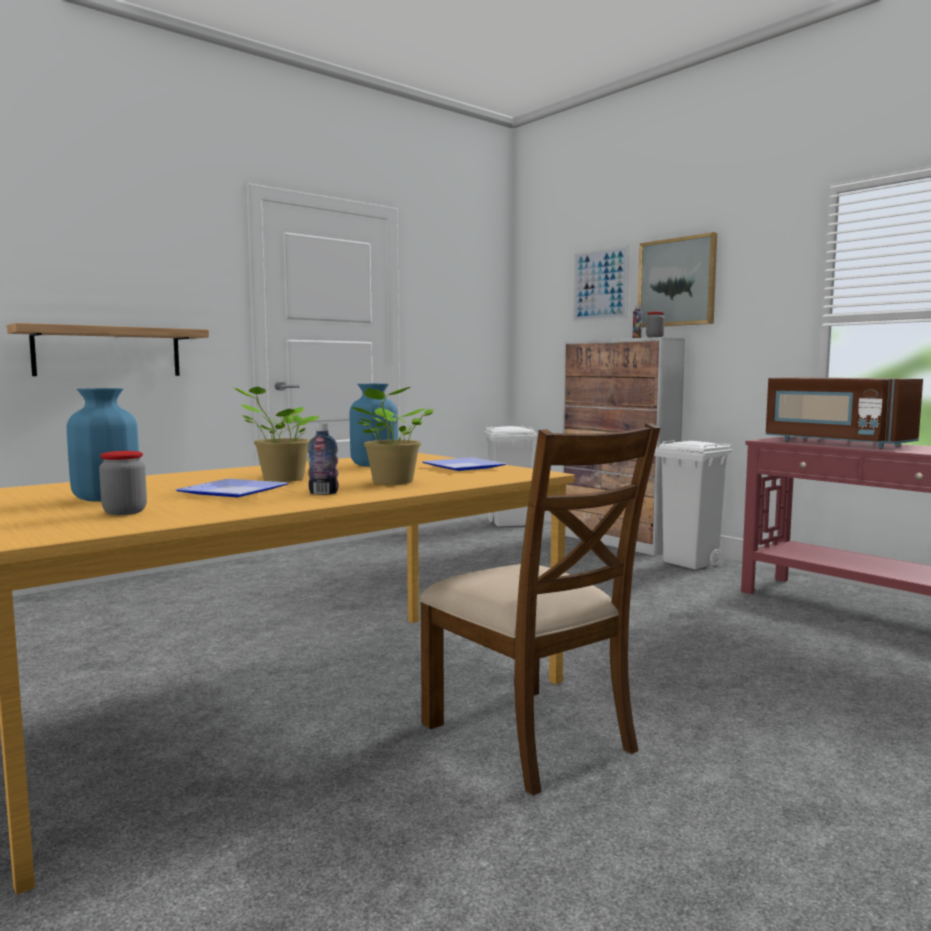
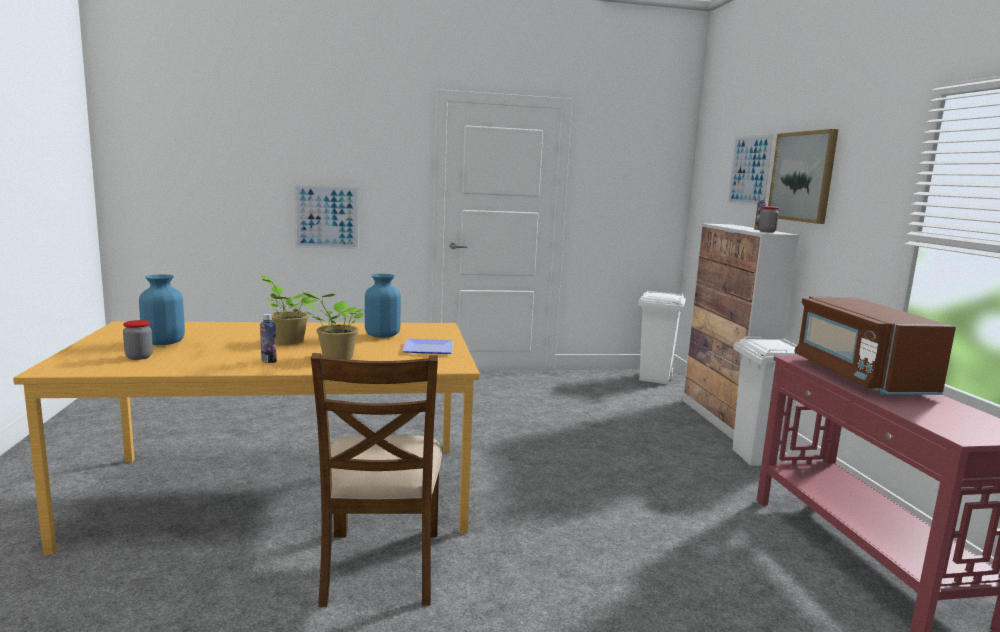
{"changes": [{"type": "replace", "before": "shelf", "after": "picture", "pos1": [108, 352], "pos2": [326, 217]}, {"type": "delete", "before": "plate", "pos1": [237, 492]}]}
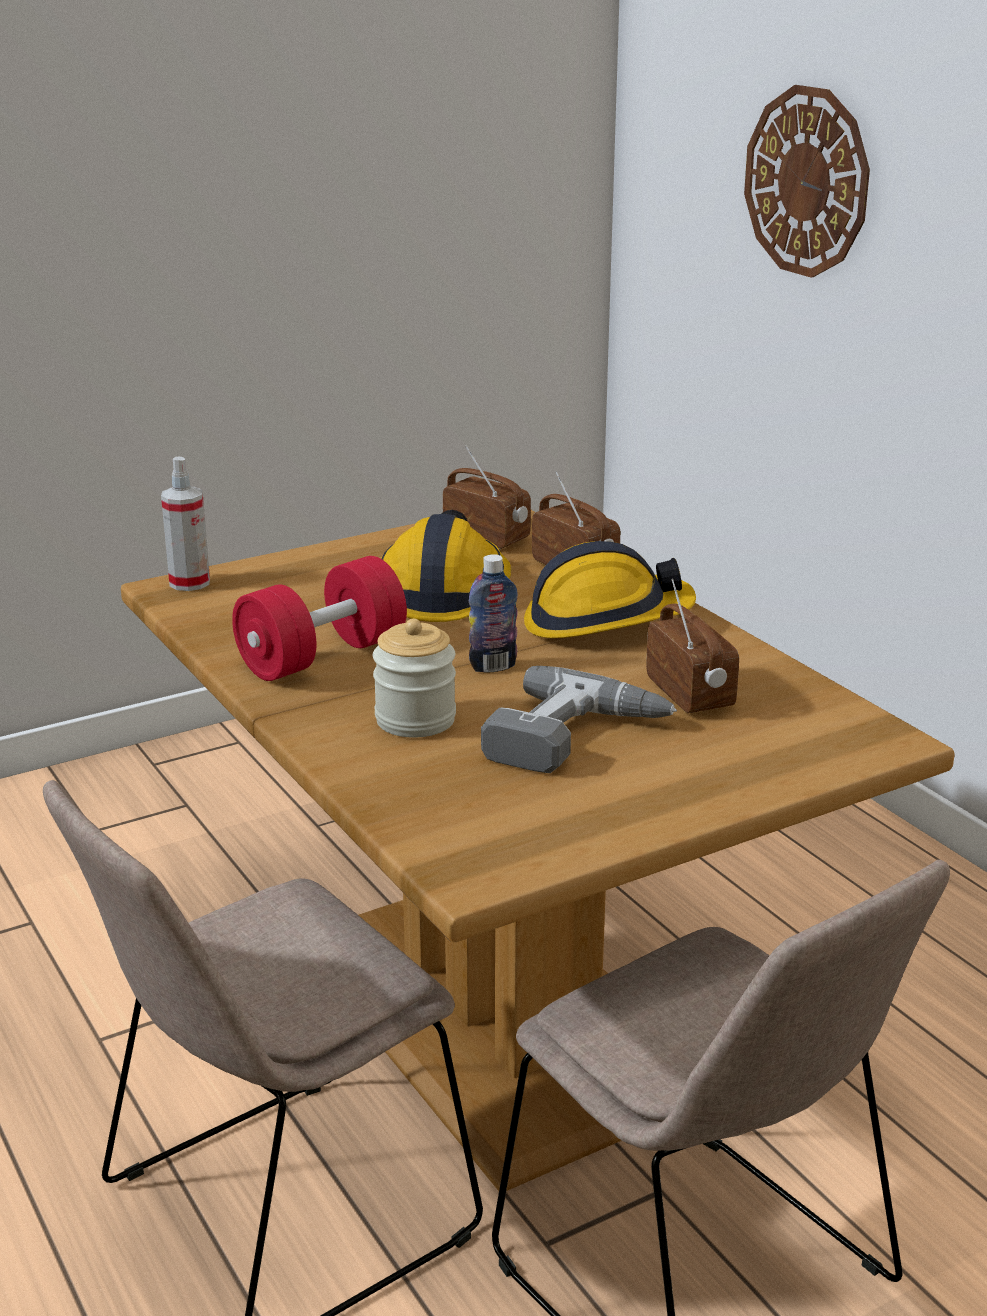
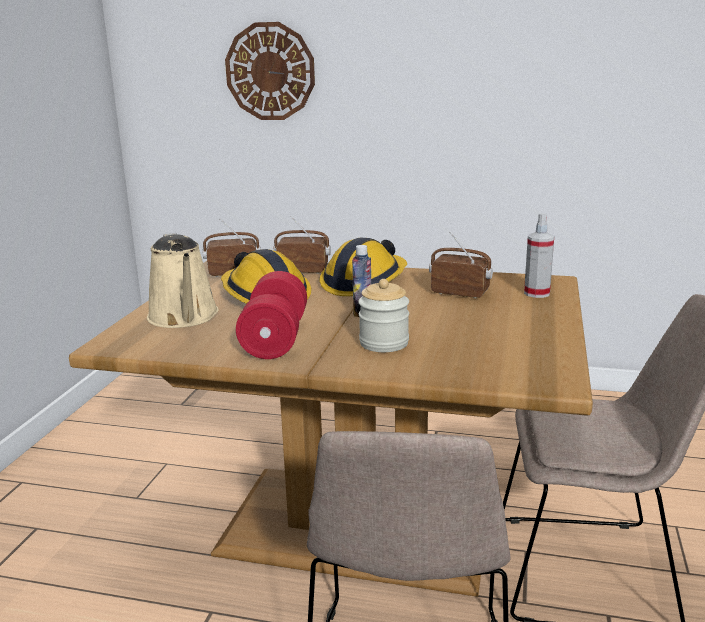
{"changes": [{"type": "insert", "after": "watering can in beige", "pos2": [184, 317]}, {"type": "move", "before": "spray bottle", "pos1": [189, 583], "pos2": [537, 293]}, {"type": "delete", "before": "power drill", "pos1": [576, 739]}]}
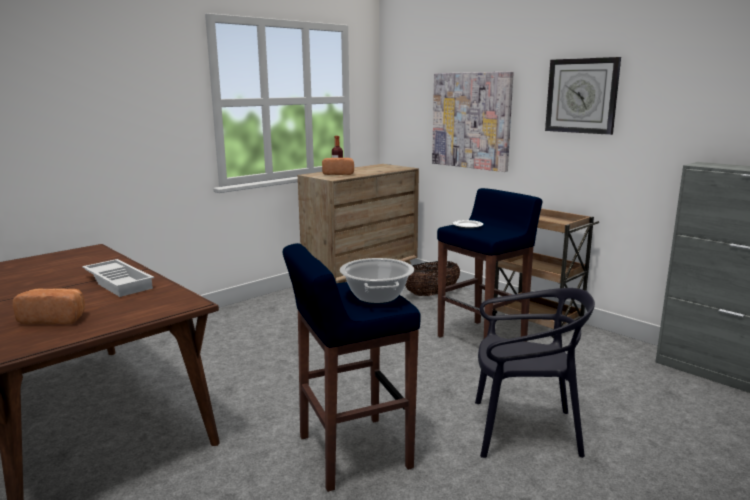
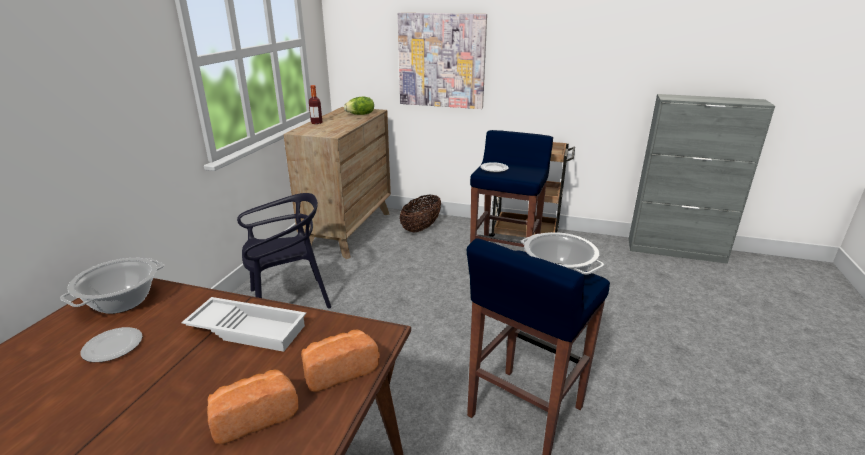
{"changes": [{"type": "insert", "after": "cooking pot", "pos2": [122, 302]}, {"type": "insert", "after": "plate", "pos2": [113, 347]}, {"type": "move", "before": "chair in black", "pos1": [523, 430], "pos2": [288, 301]}, {"type": "move", "before": "bread", "pos1": [338, 174], "pos2": [339, 370]}, {"type": "insert", "after": "lettuce", "pos2": [360, 114]}, {"type": "delete", "before": "wall clock", "pos1": [582, 96]}]}
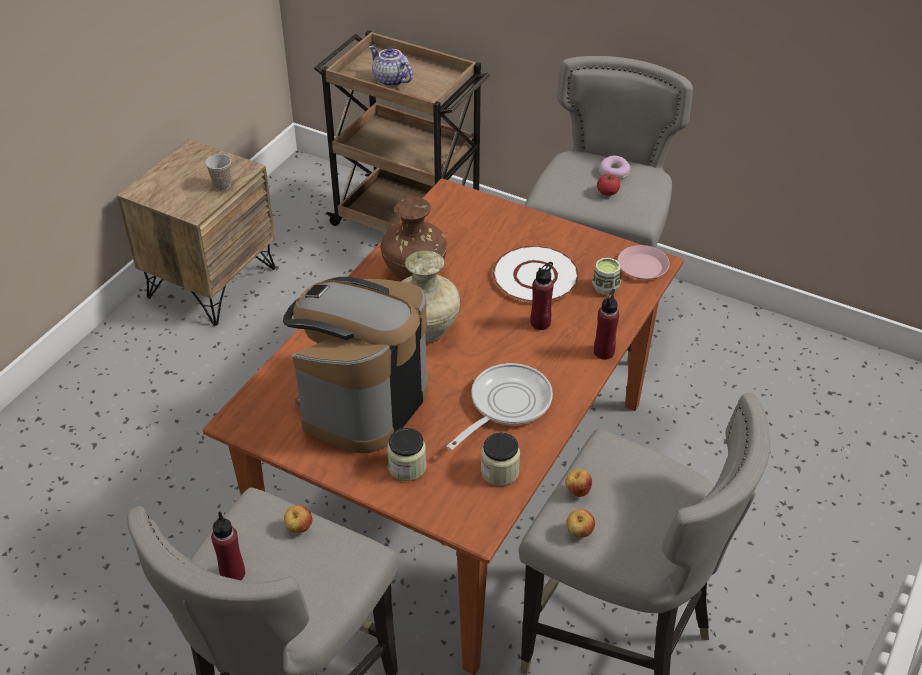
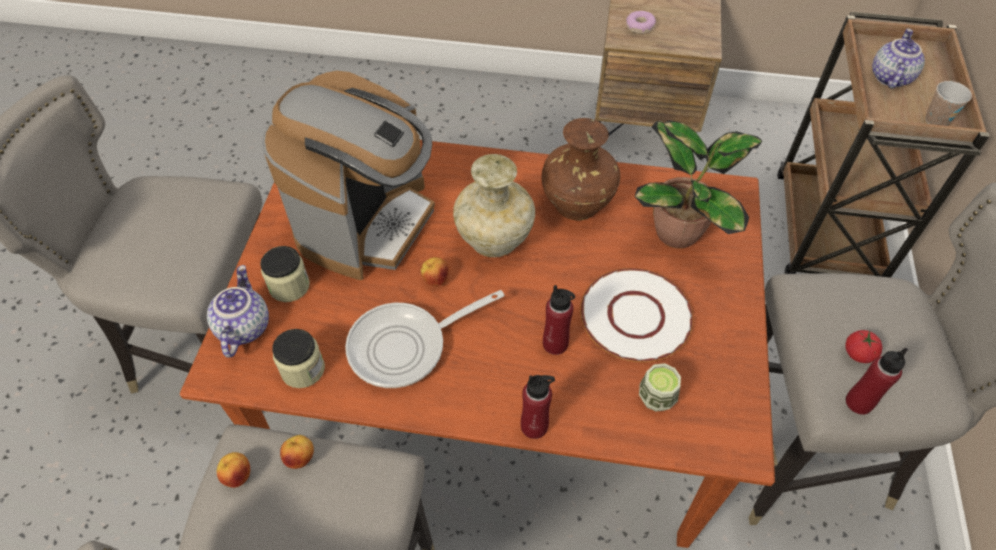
{"changes": [{"type": "insert", "after": "teapot", "pos2": [242, 327]}, {"type": "rotate", "before": "coffee machine", "pos1": [361, 402], "pos2": [367, 222], "turn": 105}, {"type": "rotate", "before": "frying pan", "pos1": [505, 405], "pos2": [406, 346], "turn": 135}, {"type": "move", "before": "apple", "pos1": [299, 528], "pos2": [435, 280]}, {"type": "move", "before": "donut", "pos1": [614, 172], "pos2": [639, 27]}, {"type": "insert", "after": "potted plant", "pos2": [680, 232]}, {"type": "move", "before": "bottle in red", "pos1": [232, 574], "pos2": [858, 402]}, {"type": "move", "before": "cup", "pos1": [222, 185], "pos2": [936, 121]}, {"type": "delete", "before": "plate in pink", "pos1": [642, 266]}]}
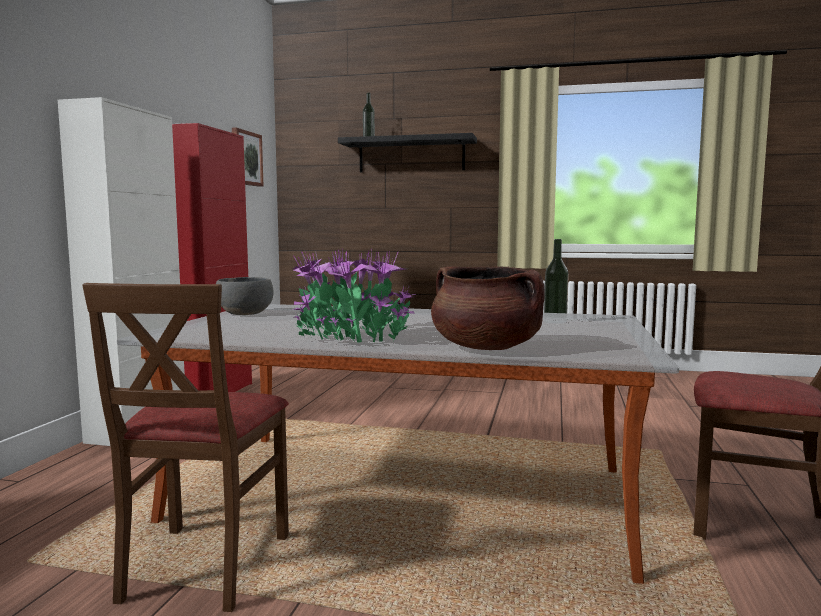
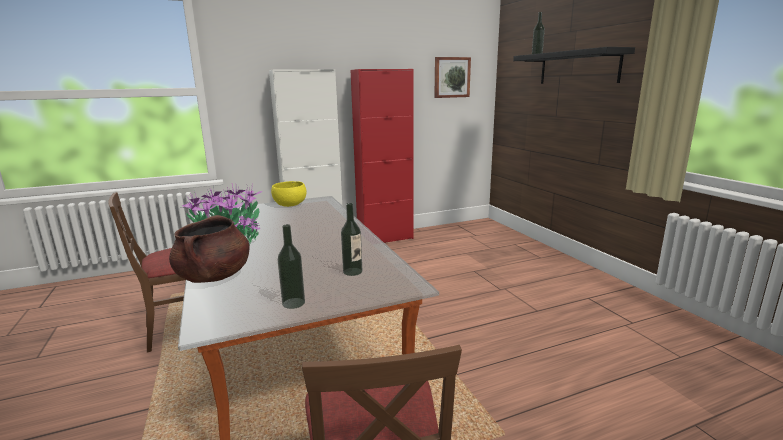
{"changes": [{"type": "recolor", "before": "bowl in grey", "after": "bowl in yellow", "pos1": [245, 313], "pos2": [290, 204]}, {"type": "insert", "after": "bottle", "pos2": [293, 303]}]}
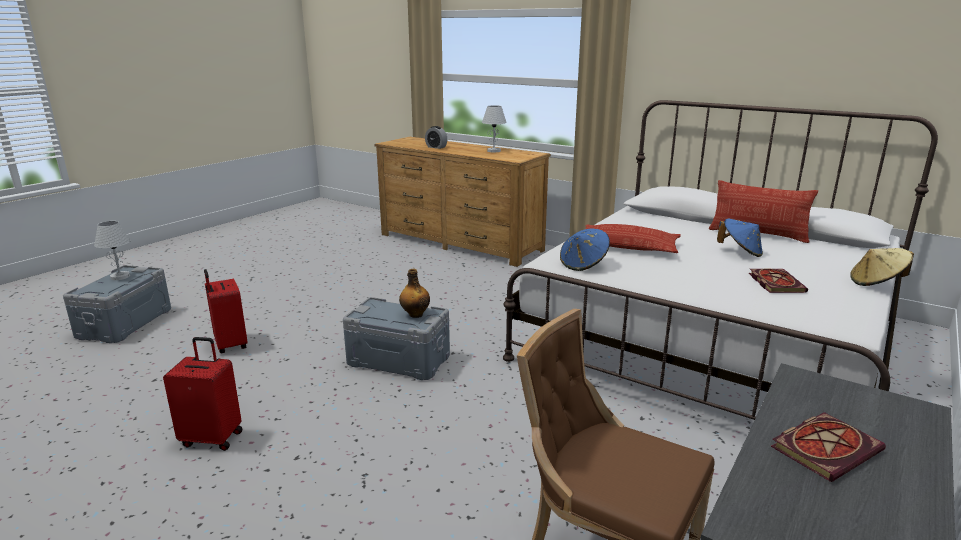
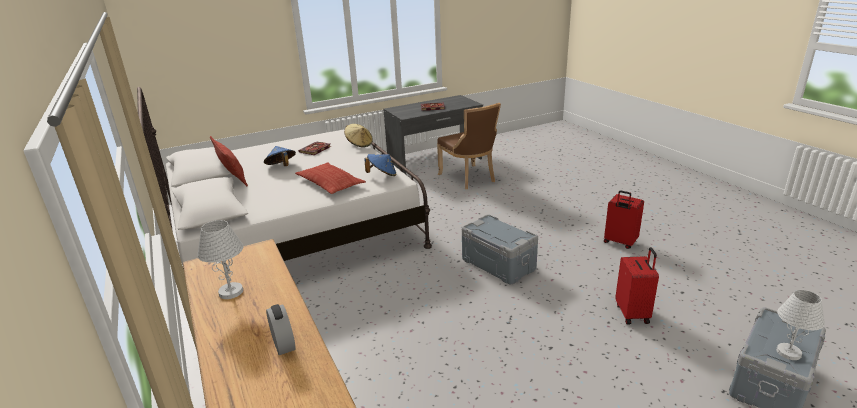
{"changes": [{"type": "move", "before": "hat in beige", "pos1": [876, 283], "pos2": [359, 144]}, {"type": "delete", "before": "bottle", "pos1": [415, 314]}]}
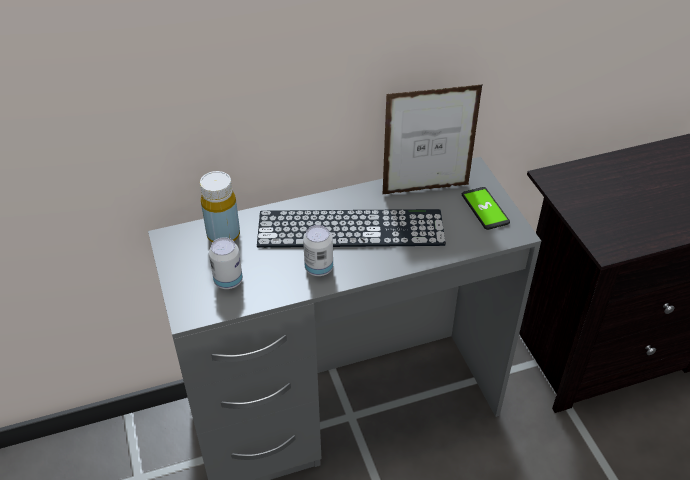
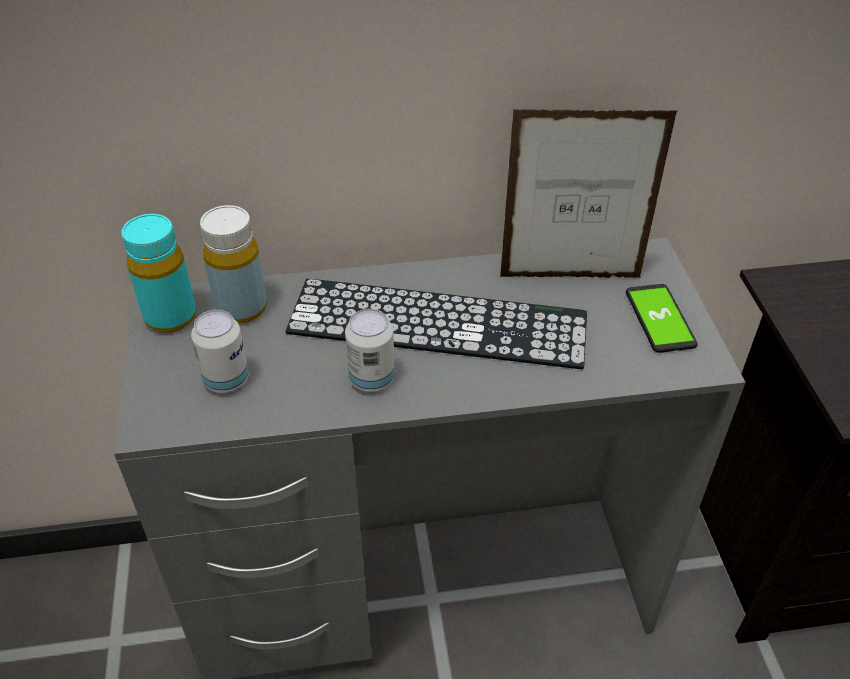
{"changes": [{"type": "insert", "after": "bottle in turquoise", "pos2": [170, 317]}]}
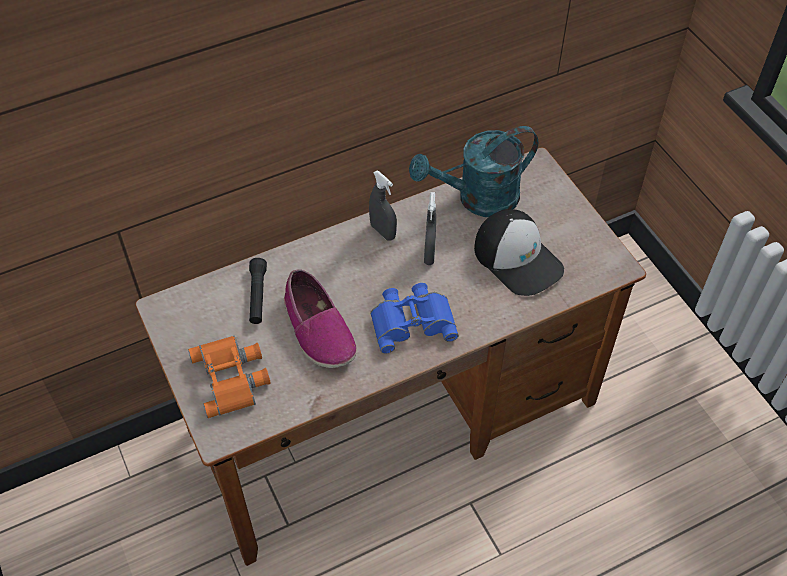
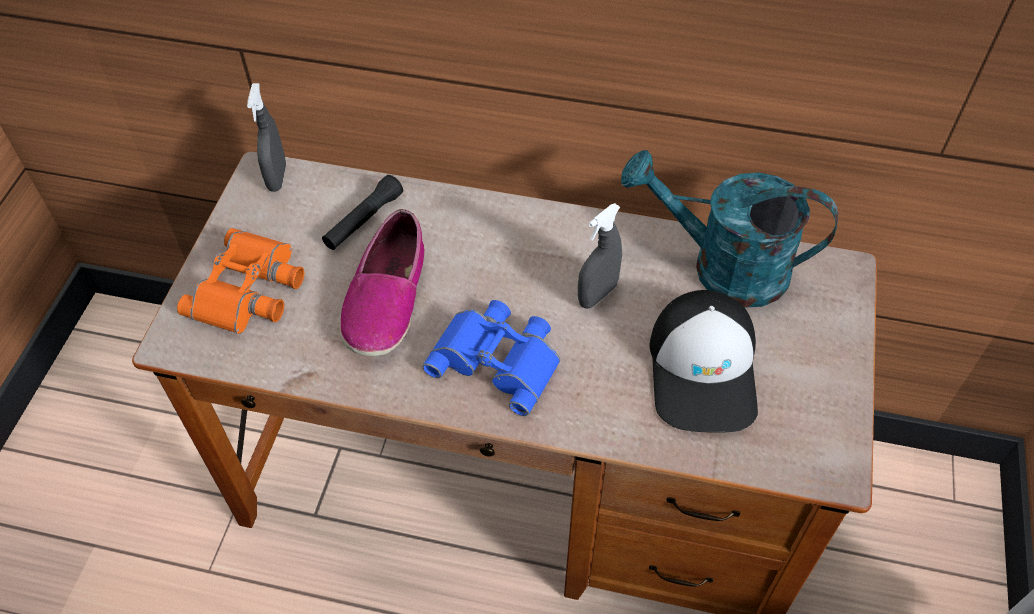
{"changes": [{"type": "move", "before": "spray bottle in grey", "pos1": [383, 231], "pos2": [277, 177]}]}
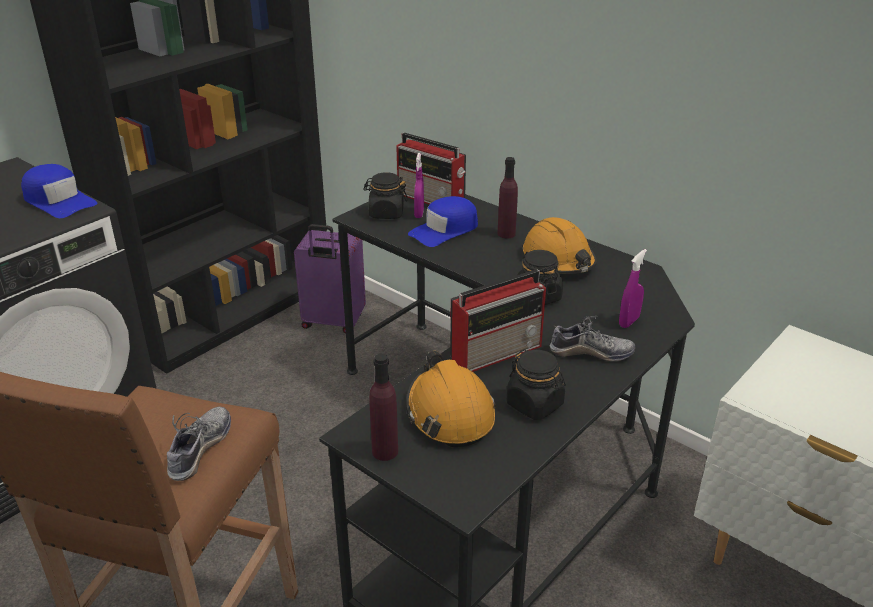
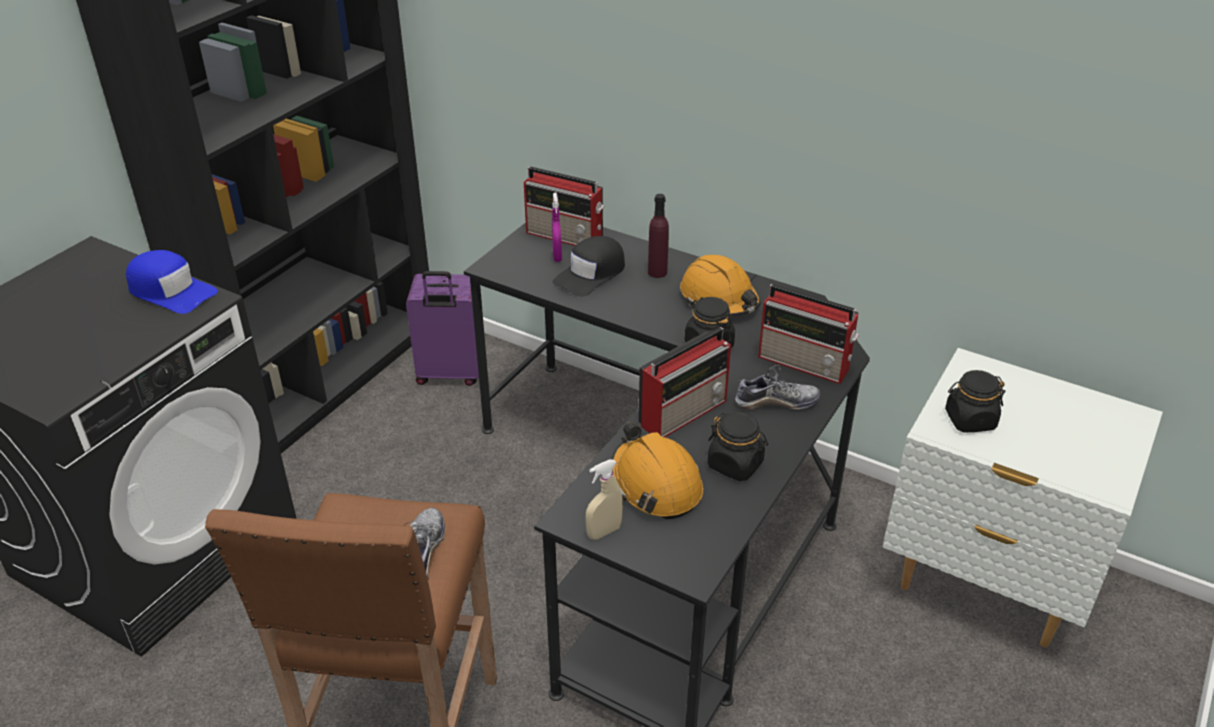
{"changes": [{"type": "recolor", "before": "cap in blue", "after": "cap in black", "pos1": [445, 230], "pos2": [591, 274]}, {"type": "replace", "before": "bottle in purple", "after": "spray bottle in beige", "pos1": [385, 451], "pos2": [604, 532]}, {"type": "replace", "before": "spray bottle in purple", "after": "radio", "pos1": [629, 321], "pos2": [806, 363]}, {"type": "move", "before": "jar in black", "pos1": [386, 213], "pos2": [969, 420]}]}
